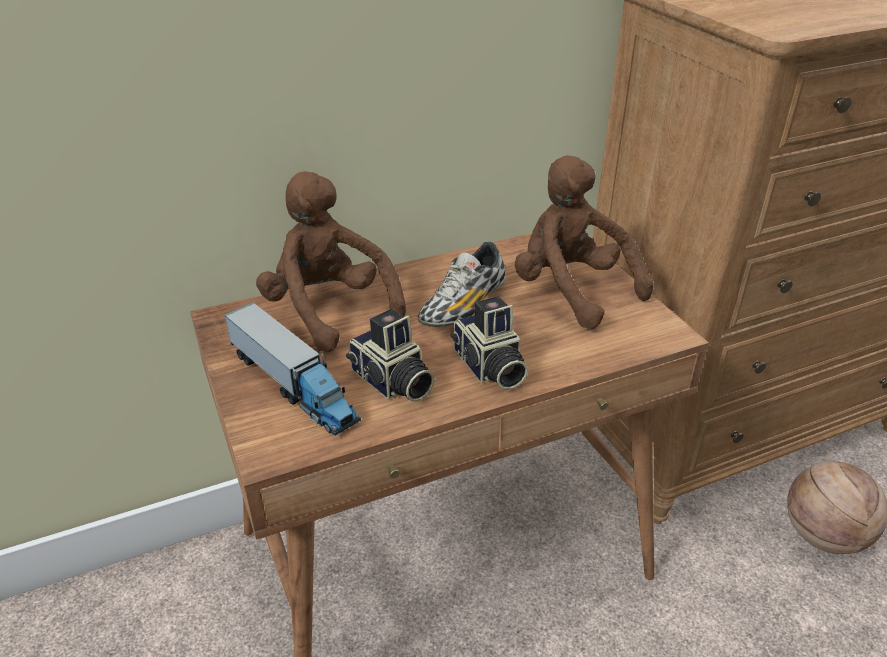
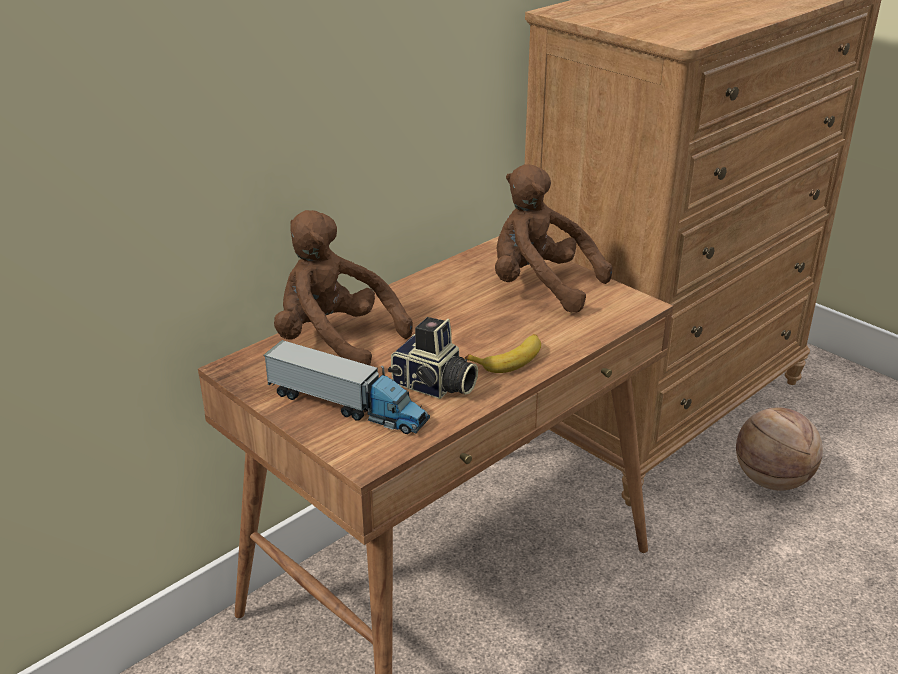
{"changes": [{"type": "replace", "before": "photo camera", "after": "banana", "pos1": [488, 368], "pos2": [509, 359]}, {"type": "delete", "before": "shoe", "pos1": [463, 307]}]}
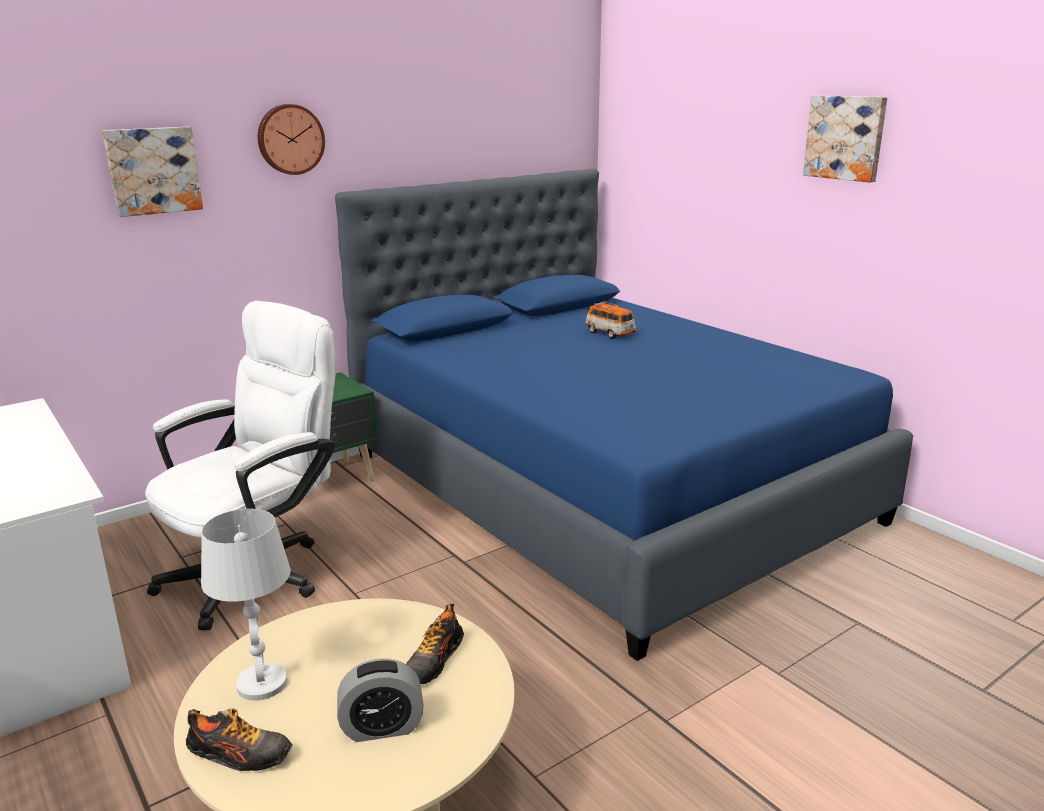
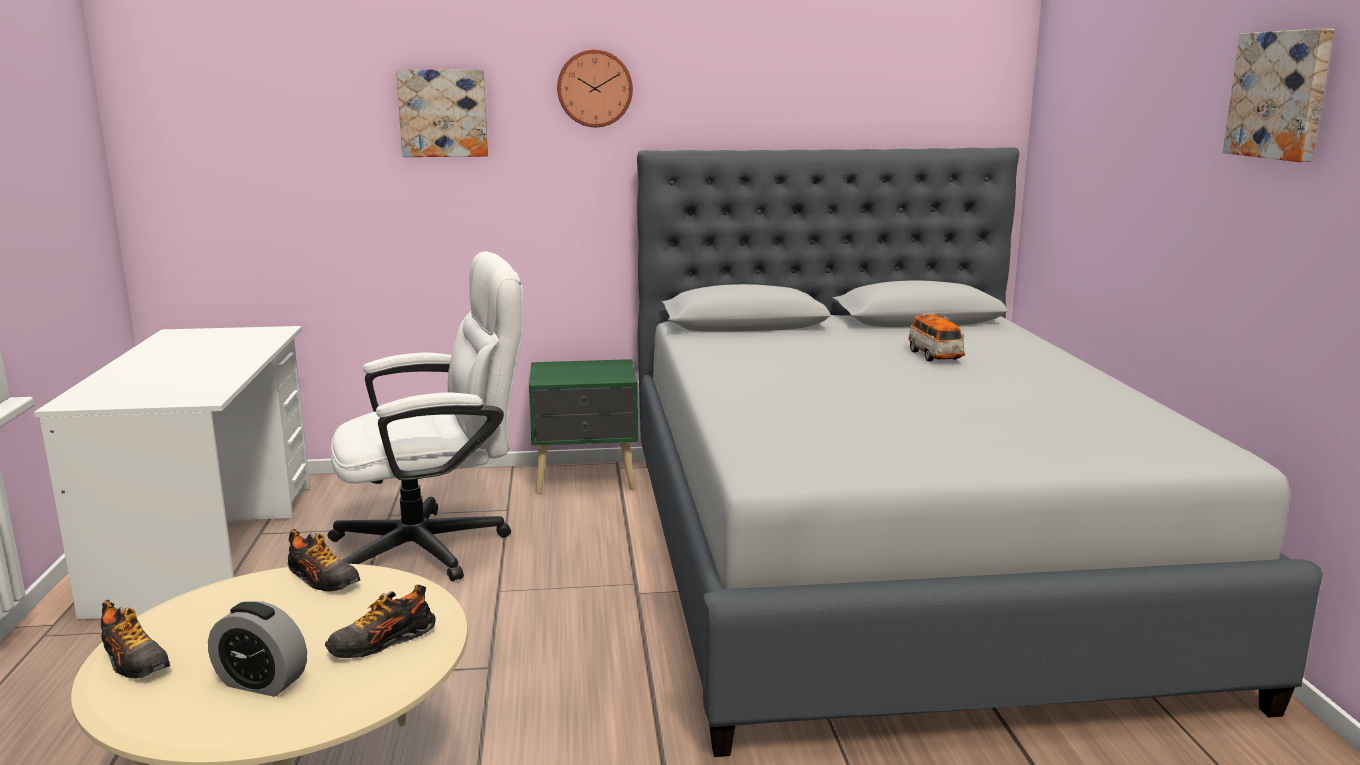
{"changes": [{"type": "insert", "after": "shoe", "pos2": [322, 580]}, {"type": "recolor", "before": "bed in blue", "after": "bed in grey", "pos1": [603, 487], "pos2": [888, 559]}, {"type": "delete", "before": "table lamp in white", "pos1": [261, 683]}]}
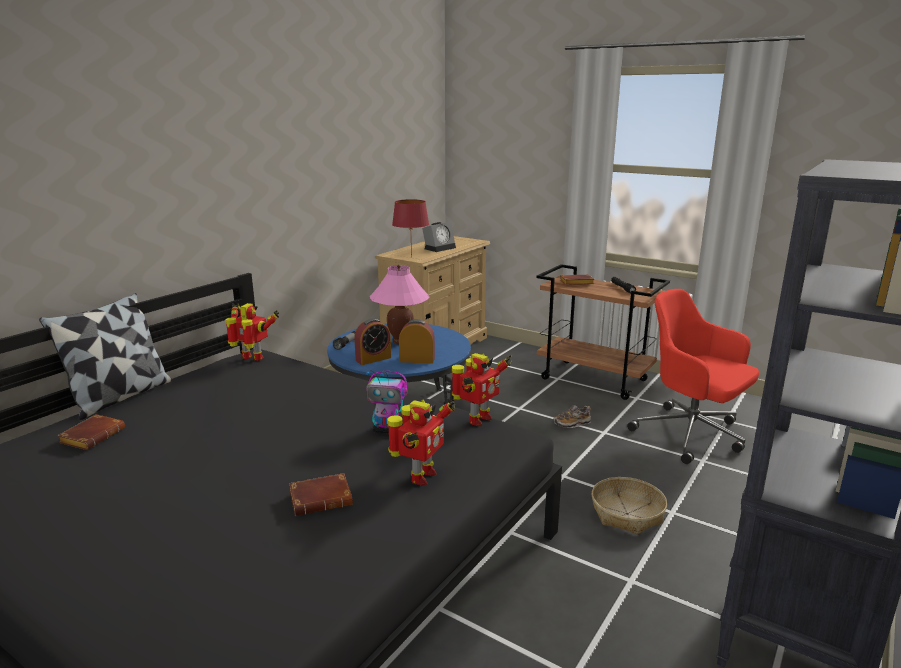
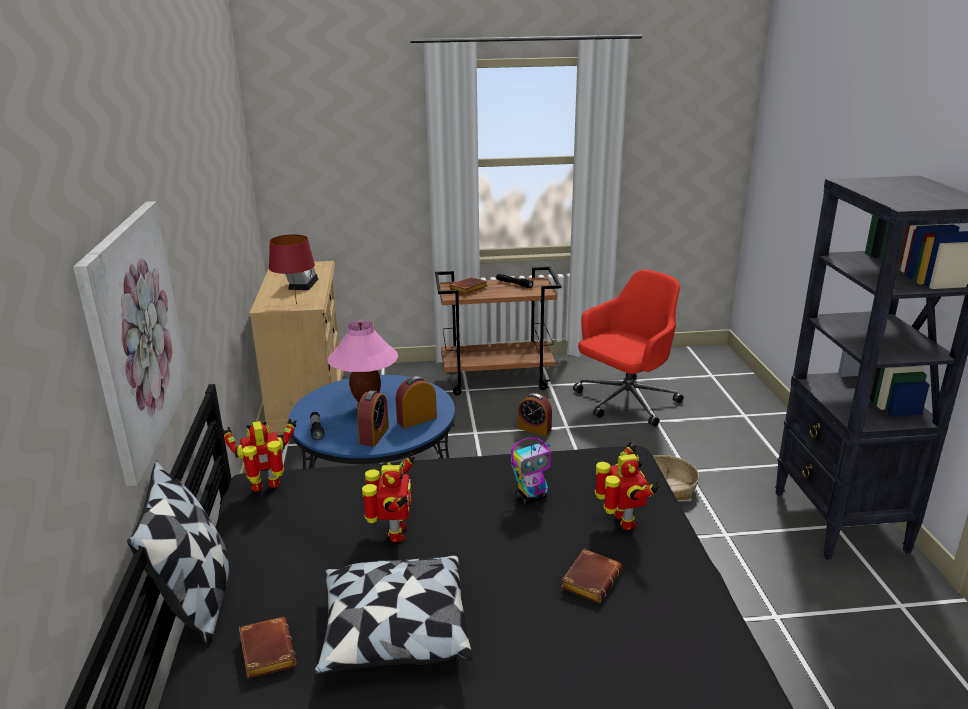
{"changes": [{"type": "insert", "after": "picture", "pos2": [135, 334]}, {"type": "insert", "after": "pillow", "pos2": [394, 632]}, {"type": "move", "before": "toy robot", "pos1": [477, 420], "pos2": [394, 534]}, {"type": "replace", "before": "shoe", "after": "alarm clock", "pos1": [572, 423], "pos2": [534, 429]}, {"type": "rotate", "before": "office chair in red", "pos1": [691, 435], "pos2": [625, 402], "turn": 135}]}
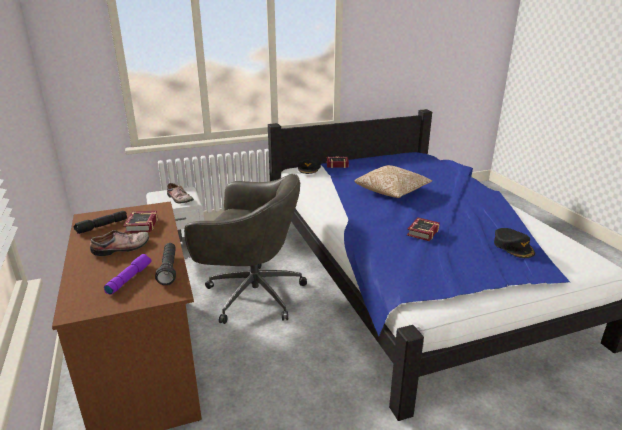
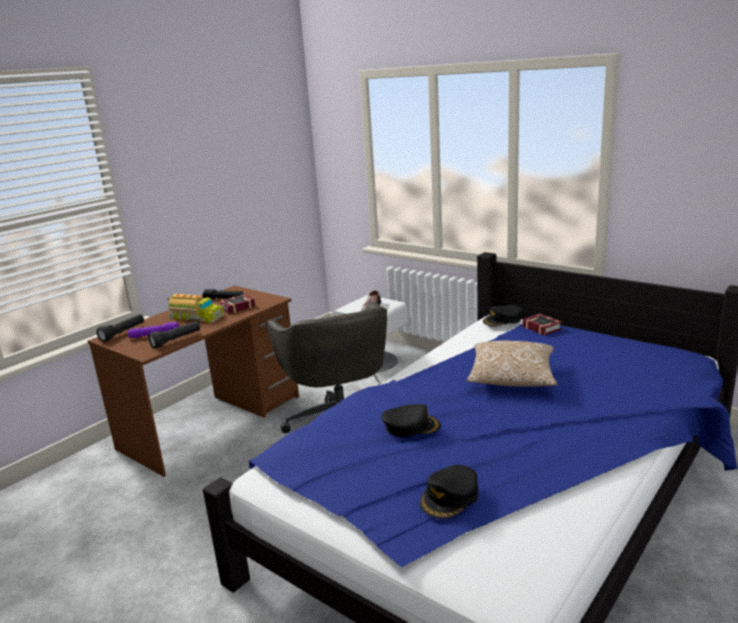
{"changes": [{"type": "insert", "after": "flashlight in black", "pos2": [123, 333]}, {"type": "replace", "before": "shoe", "after": "toy truck", "pos1": [122, 248], "pos2": [195, 317]}, {"type": "replace", "before": "book", "after": "cap in black", "pos1": [421, 232], "pos2": [411, 426]}]}
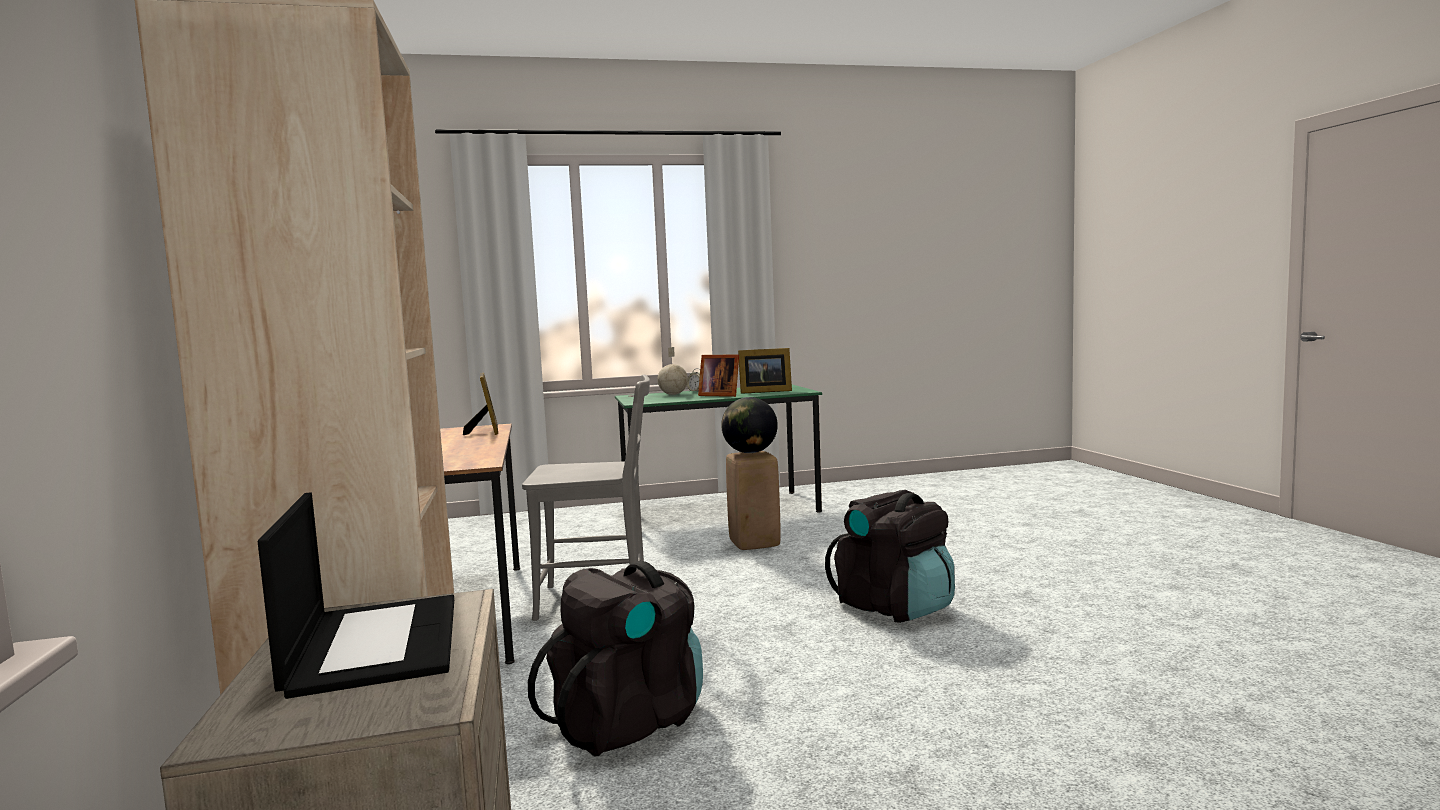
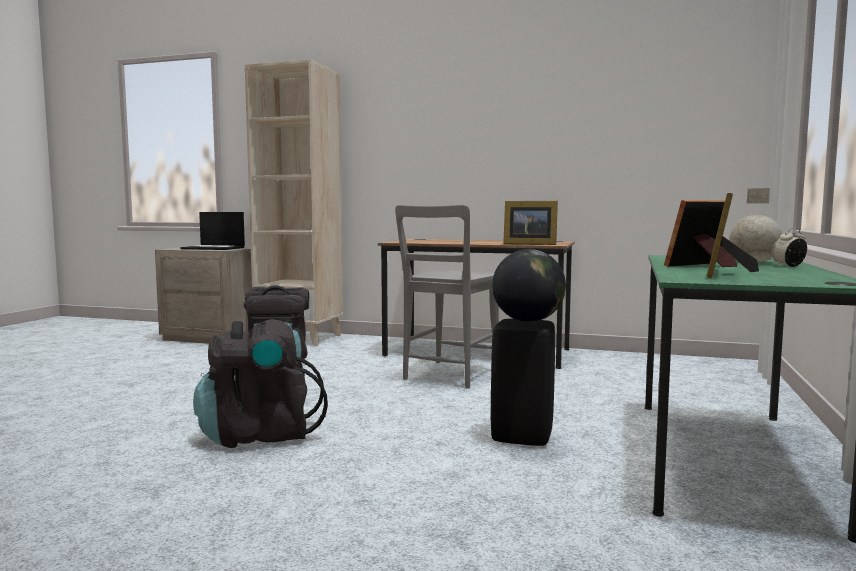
{"changes": [{"type": "recolor", "before": "stool in beige", "after": "stool in black", "pos1": [754, 544], "pos2": [521, 436]}]}
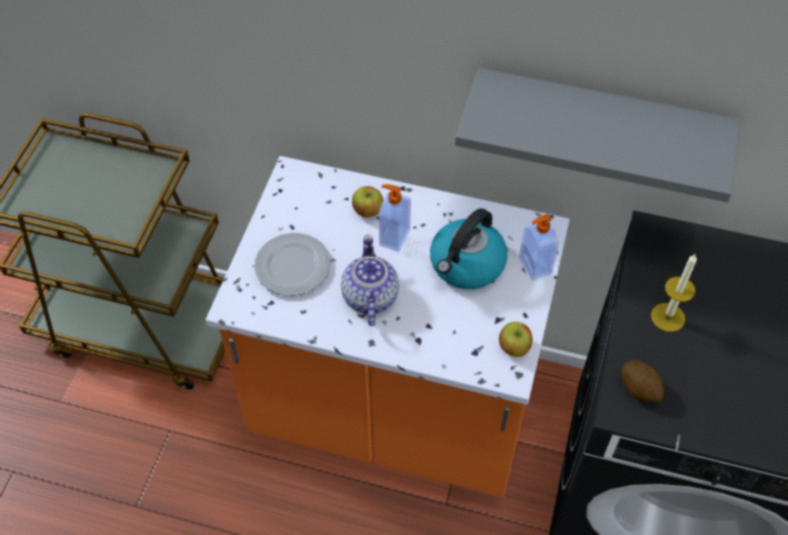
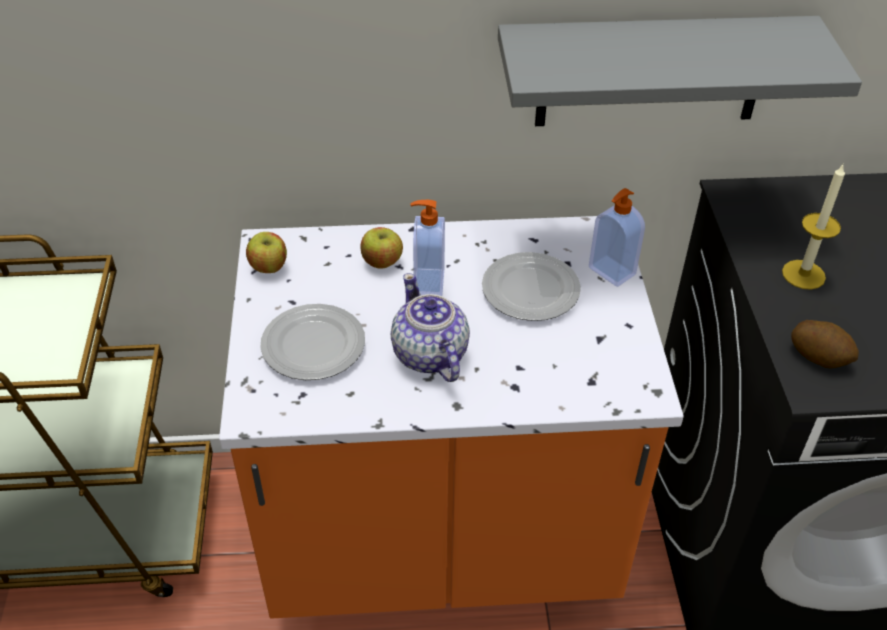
{"changes": [{"type": "move", "before": "apple", "pos1": [514, 347], "pos2": [269, 267]}, {"type": "replace", "before": "kettle", "after": "plate", "pos1": [466, 265], "pos2": [531, 290]}]}
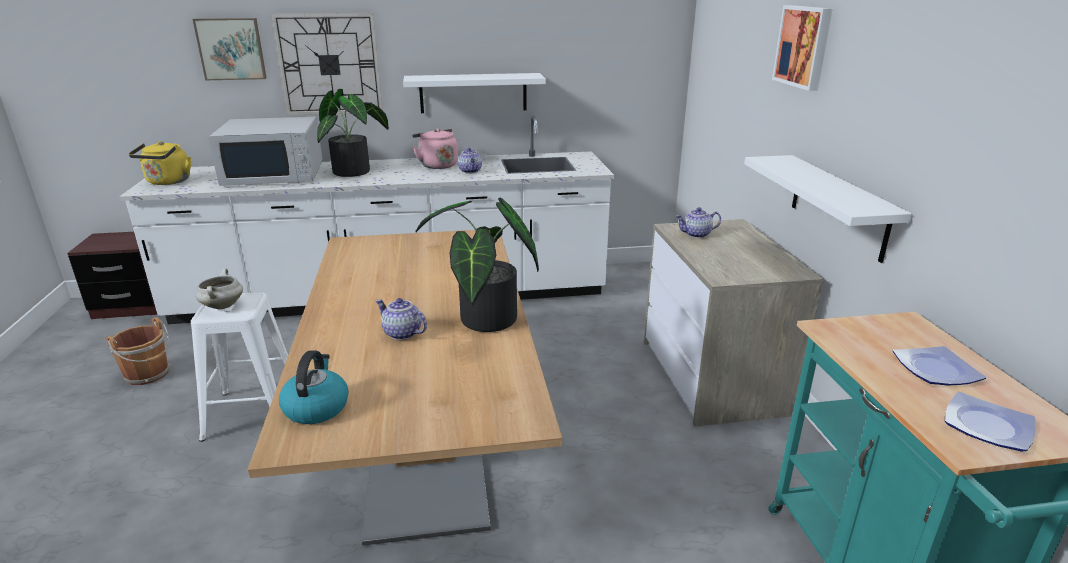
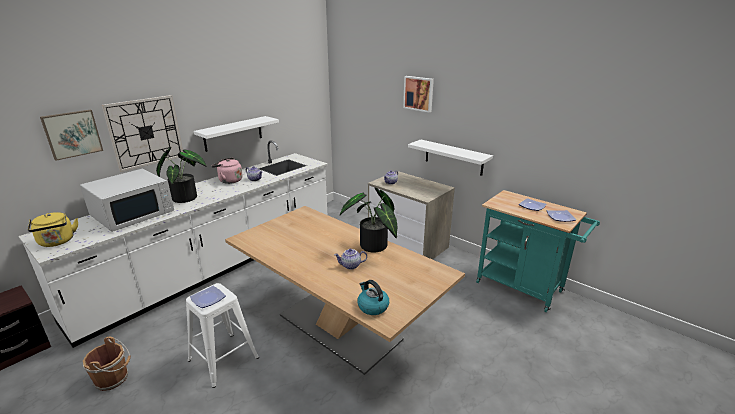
{"changes": [{"type": "replace", "before": "cooking pot in white", "after": "plate", "pos1": [222, 306], "pos2": [207, 299]}]}
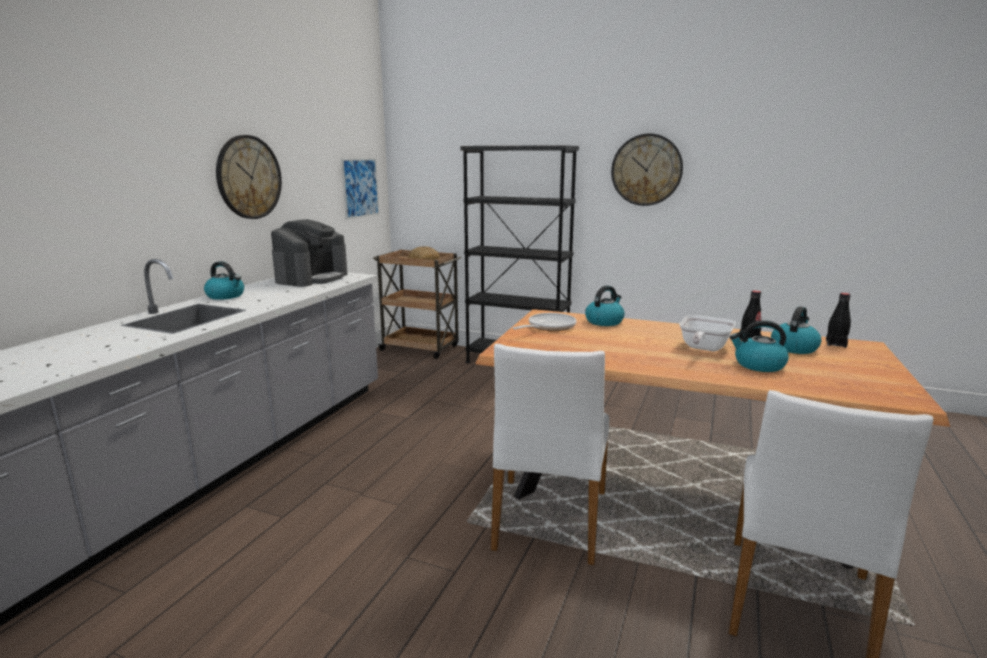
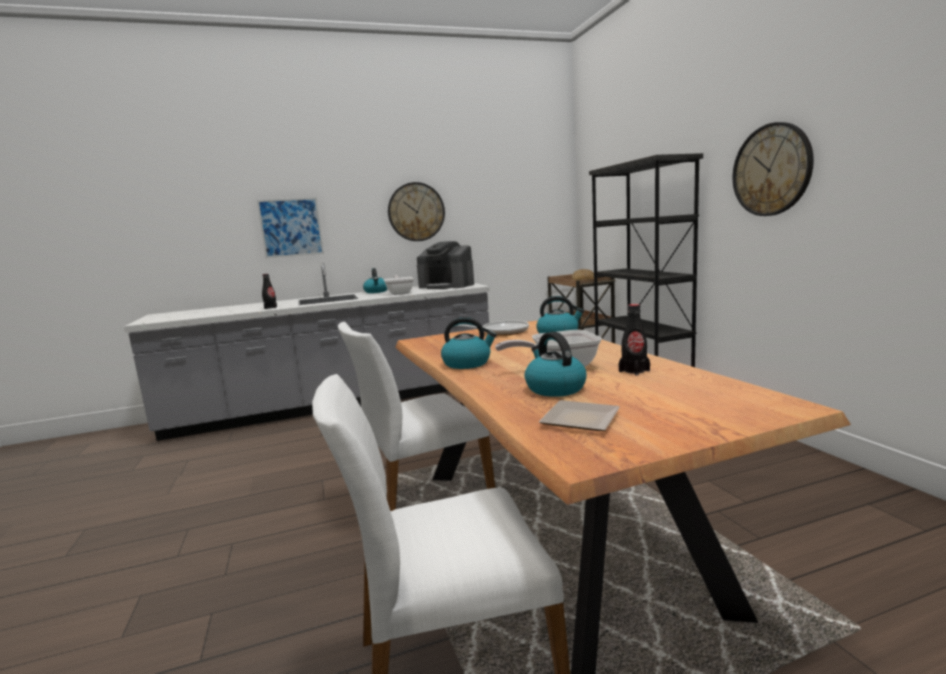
{"changes": [{"type": "move", "before": "picture", "pos1": [360, 188], "pos2": [291, 227]}, {"type": "move", "before": "bottle in black", "pos1": [835, 344], "pos2": [270, 308]}, {"type": "insert", "after": "frying pan", "pos2": [400, 293]}, {"type": "rotate", "before": "coffee machine", "pos1": [312, 278], "pos2": [447, 286], "turn": 45}, {"type": "move", "before": "kettle", "pos1": [794, 348], "pos2": [467, 363]}, {"type": "insert", "after": "plate", "pos2": [582, 421]}]}
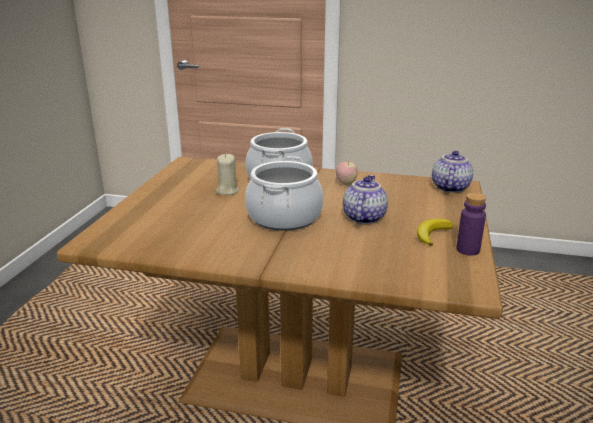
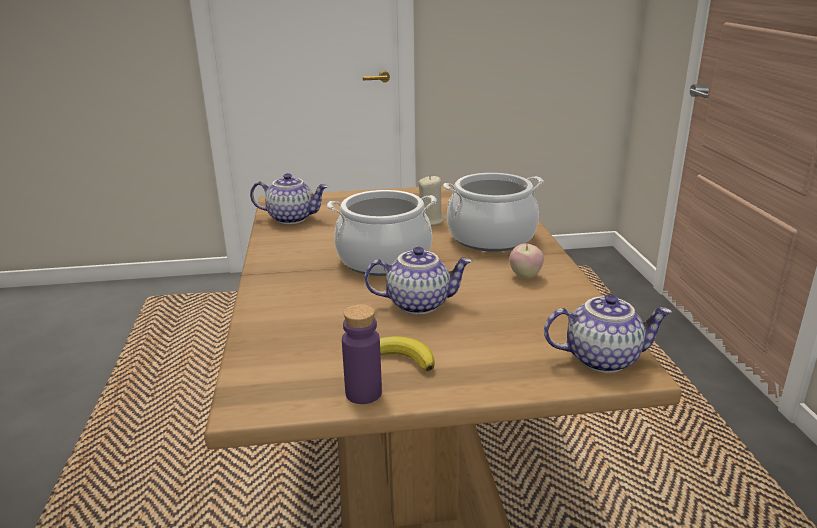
{"changes": [{"type": "insert", "after": "teapot", "pos2": [292, 218]}]}
